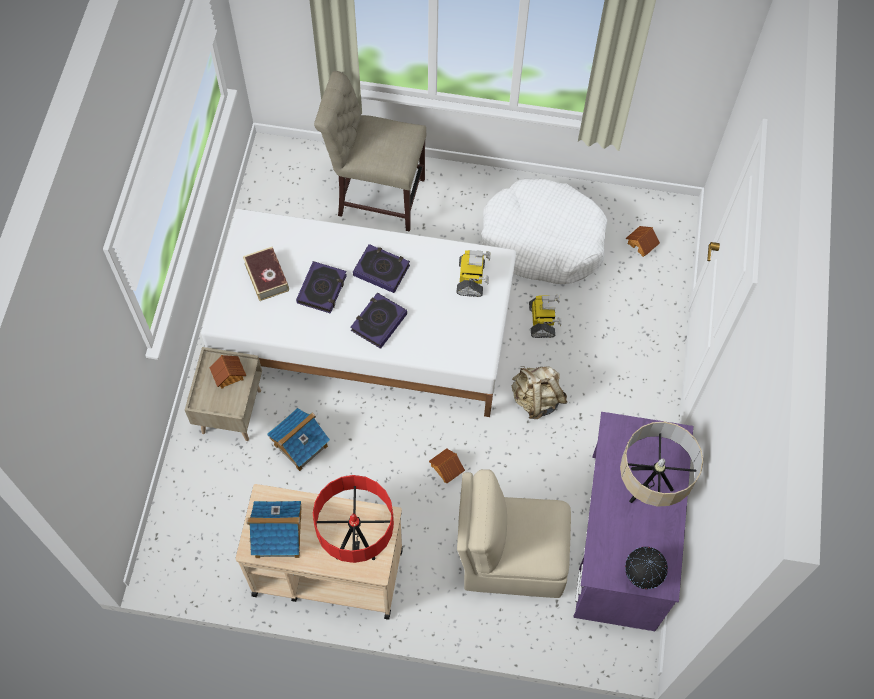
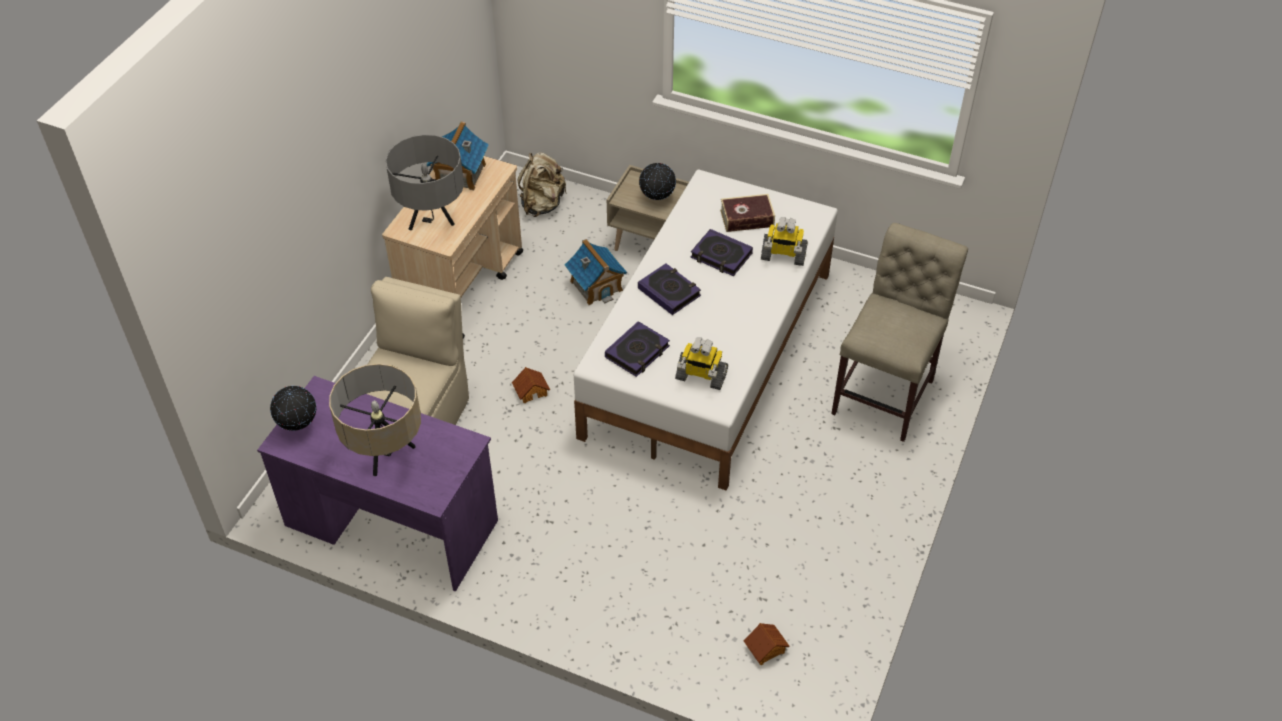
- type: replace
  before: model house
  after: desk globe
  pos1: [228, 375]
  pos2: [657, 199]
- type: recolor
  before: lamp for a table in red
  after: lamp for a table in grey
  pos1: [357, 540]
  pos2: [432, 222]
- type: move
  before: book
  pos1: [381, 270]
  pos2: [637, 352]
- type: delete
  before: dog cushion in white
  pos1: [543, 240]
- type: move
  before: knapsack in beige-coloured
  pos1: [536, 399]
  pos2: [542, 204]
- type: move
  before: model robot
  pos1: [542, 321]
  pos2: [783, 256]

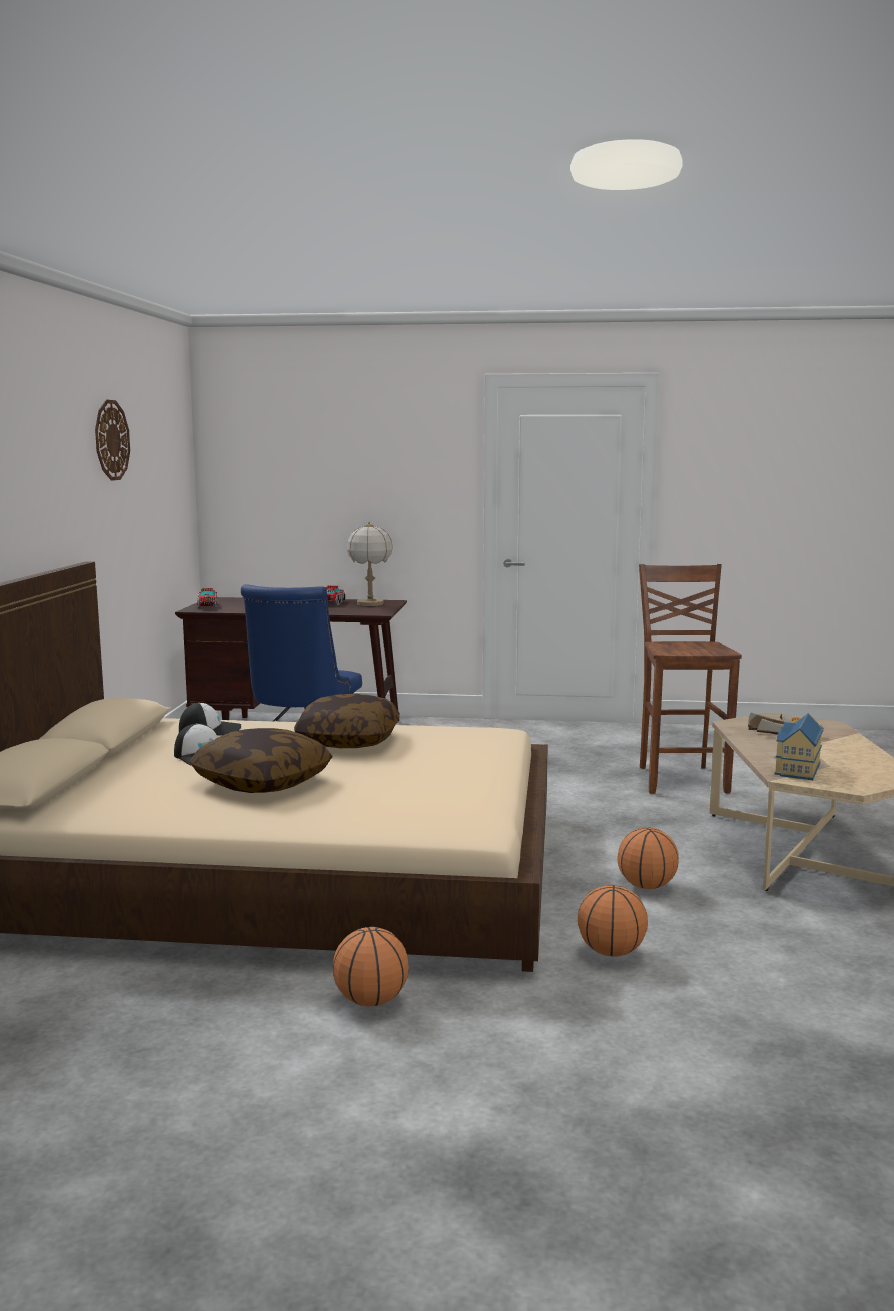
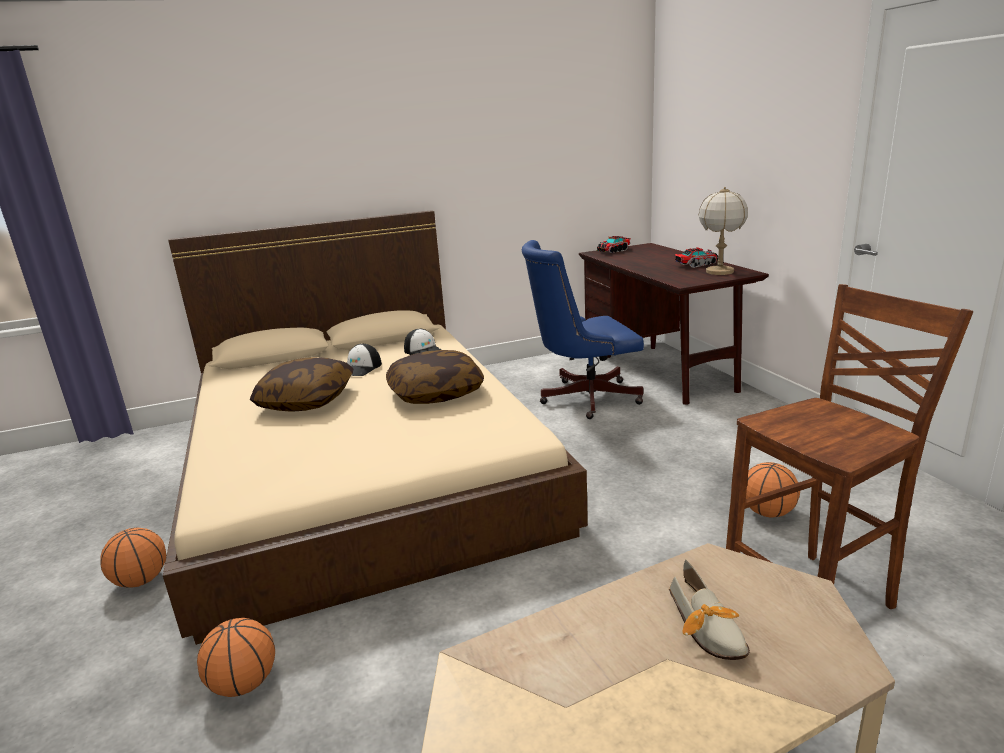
- type: delete
  before: hanging clock
  pos1: [111, 440]
- type: move
  before: basketball ball
  pos1: [646, 886]
  pos2: [767, 512]
- type: delete
  before: model house
  pos1: [796, 769]

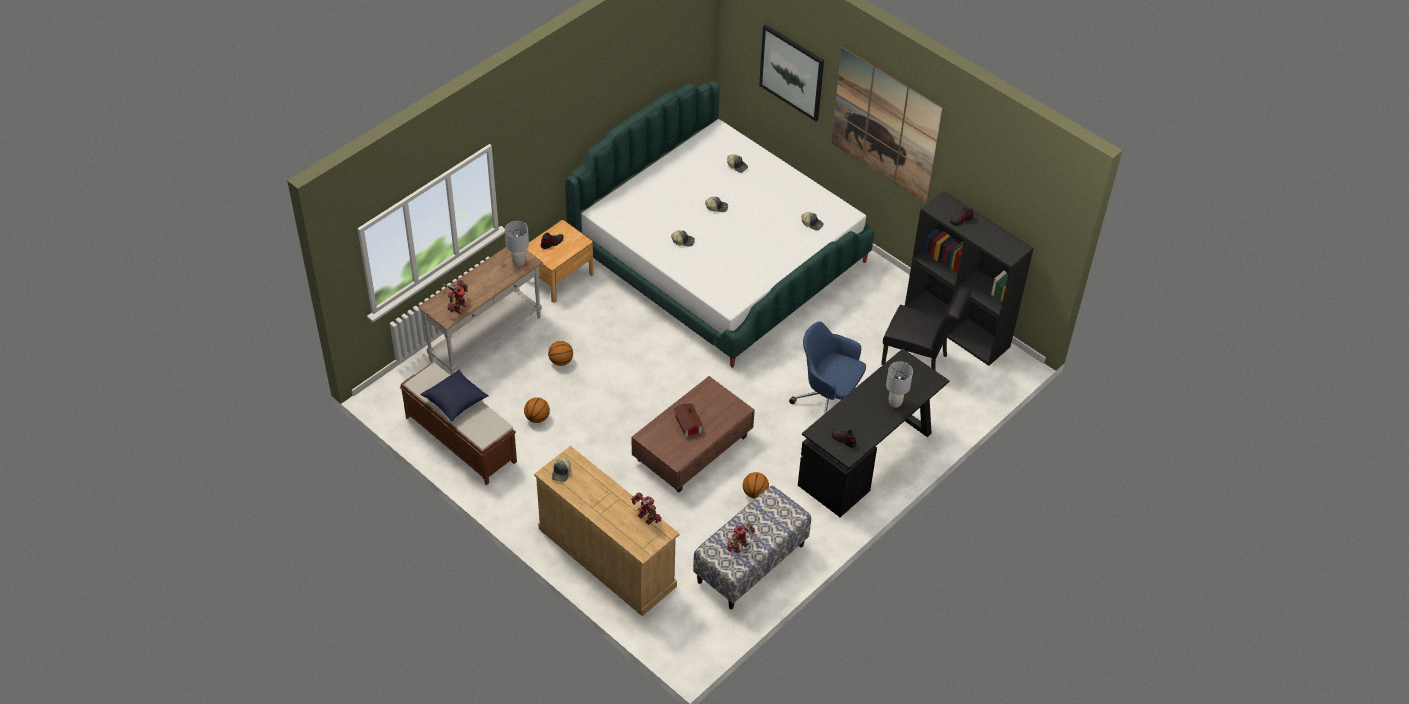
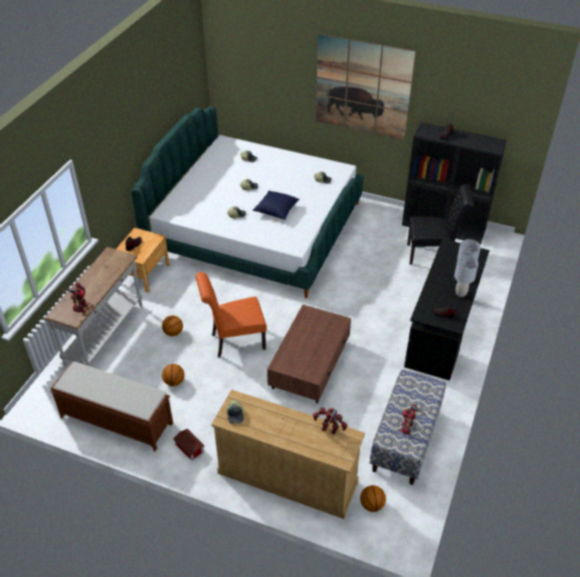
- type: move
  before: cushion in blue
  pos1: [455, 402]
  pos2: [276, 211]
- type: move
  before: lamp for a table in grey
  pos1: [518, 262]
  pos2: [460, 293]
- type: move
  before: model house
  pos1: [687, 424]
  pos2: [189, 448]
- type: move
  before: basketball ball
  pos1: [755, 493]
  pos2: [372, 505]
- type: delete
  before: wall art
  pos1: [792, 72]
- type: delete
  before: computer chair in blue
  pos1: [828, 400]
- type: insert
  after: chair in orange
  pos2: [234, 342]

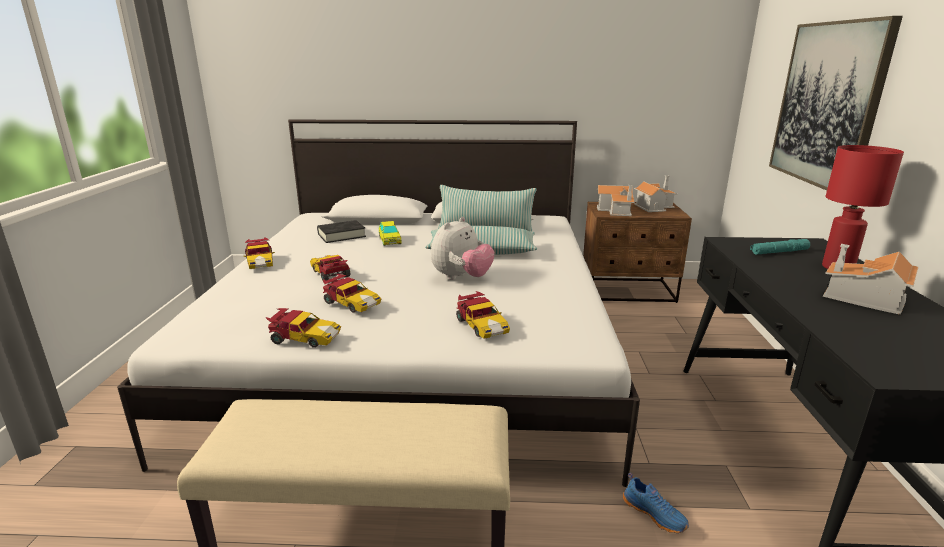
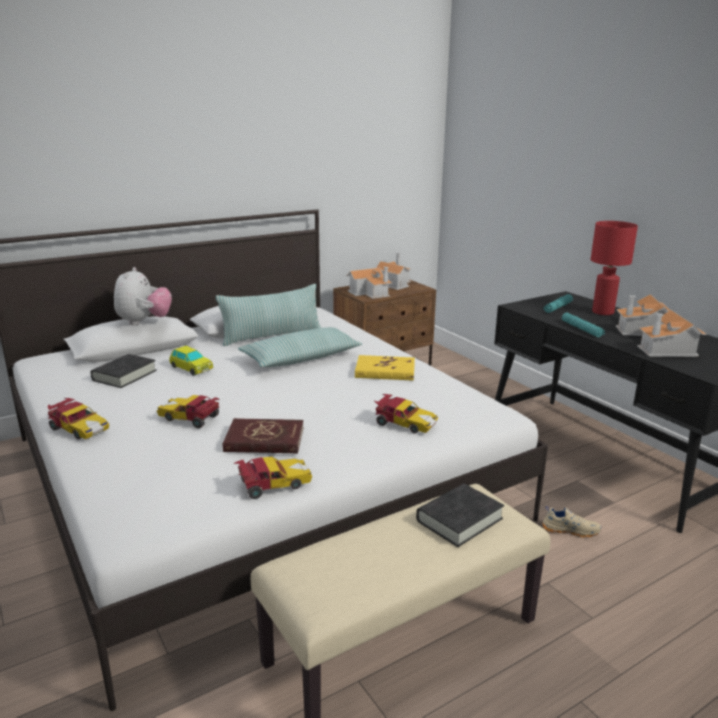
- type: replace
  before: miniature car
  after: book in red
  pos1: [351, 303]
  pos2: [264, 440]
- type: move
  before: cuddly toy
  pos1: [461, 278]
  pos2: [144, 322]
- type: recolor
  before: shoe in blue
  after: shoe in beige-coloured
  pos1: [655, 513]
  pos2: [570, 530]
- type: delete
  before: wall art
  pos1: [827, 104]
- type: insert
  after: book in yellowish
  pos2: [385, 371]
- type: insert
  after: book in black
  pos2: [459, 520]
- type: insert
  after: hand torch in turquoise-coloured
  pos2: [581, 329]
- type: insert
  after: model house
  pos2: [667, 350]

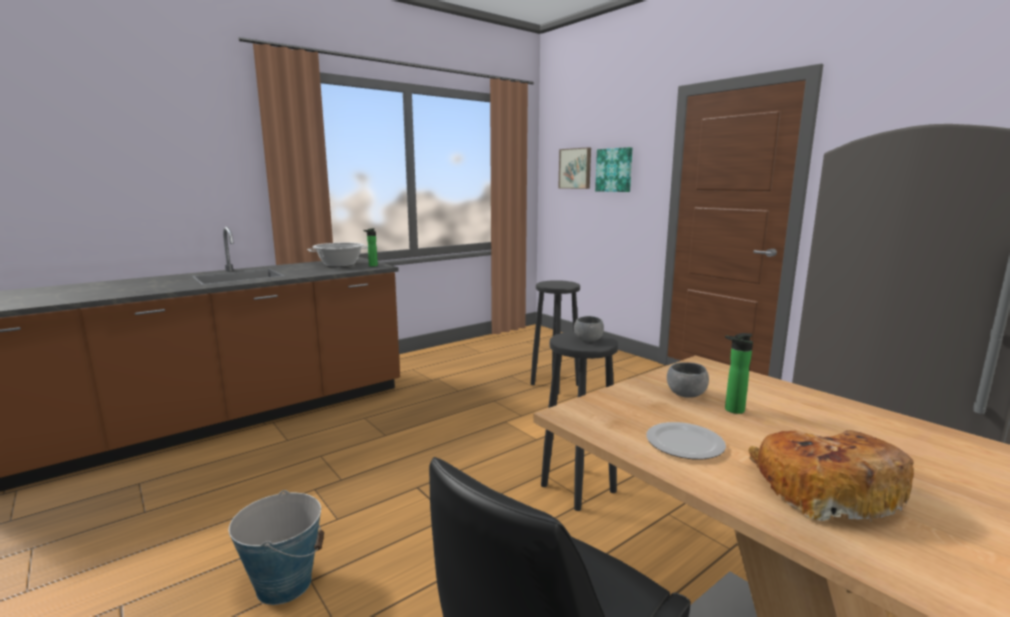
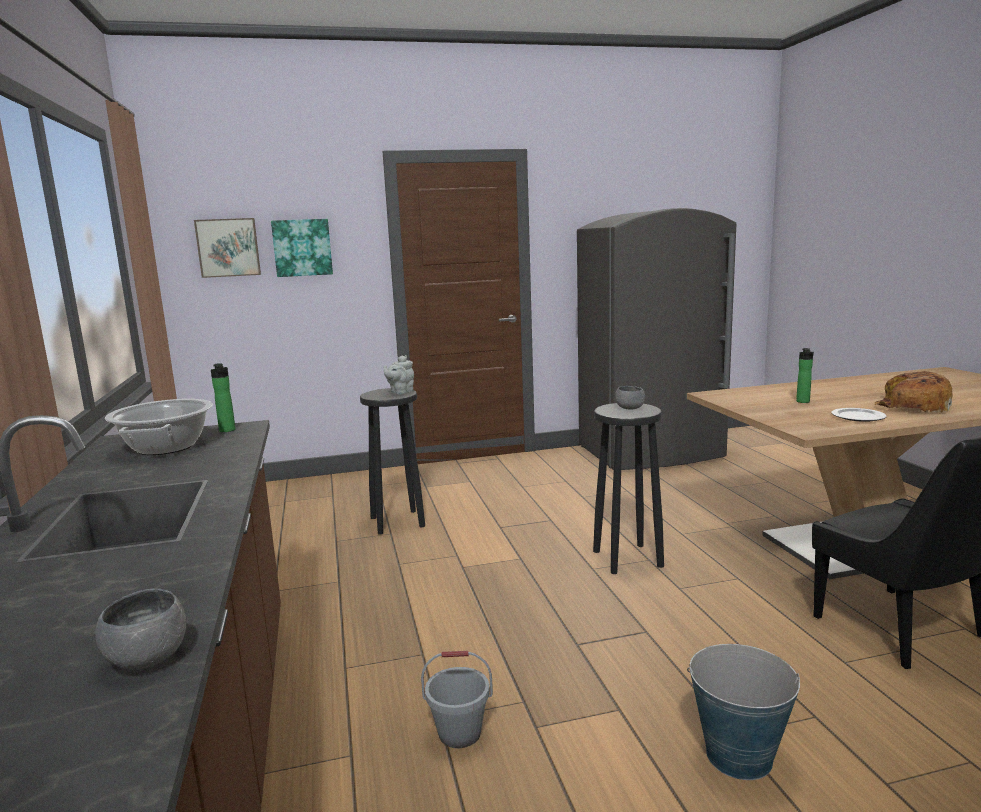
- type: move
  before: serving bowl in grey
  pos1: [686, 394]
  pos2: [147, 658]
- type: insert
  after: pot for tea in grey
  pos2: [400, 392]
- type: insert
  after: water bucket in grey
  pos2: [460, 733]

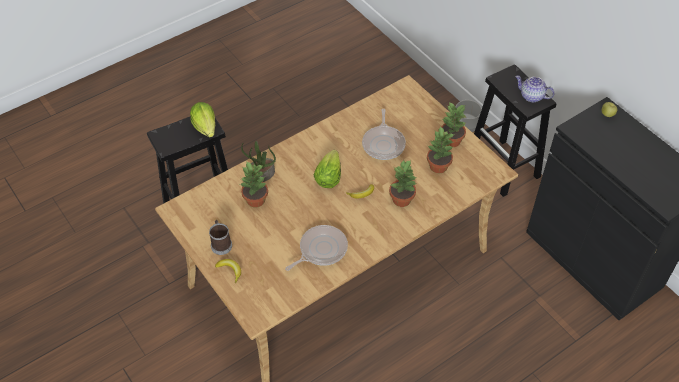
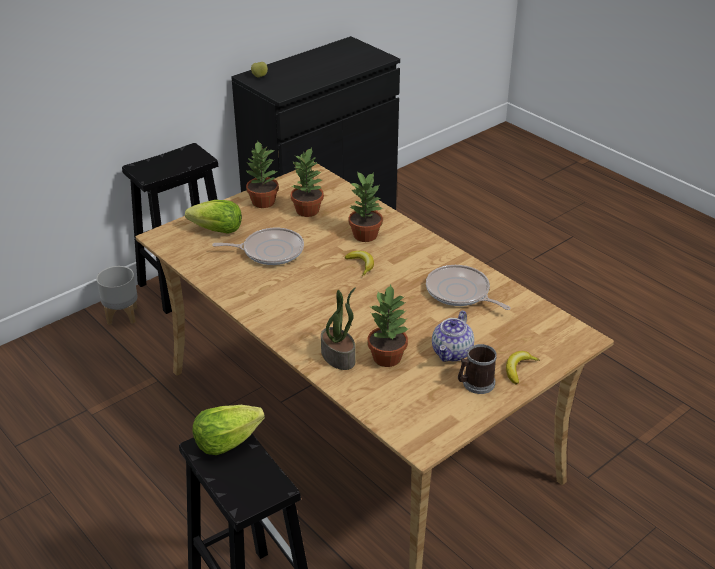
- type: move
  before: lettuce
  pos1: [328, 177]
  pos2: [217, 230]
- type: move
  before: pot for tea
  pos1: [531, 96]
  pos2: [452, 353]

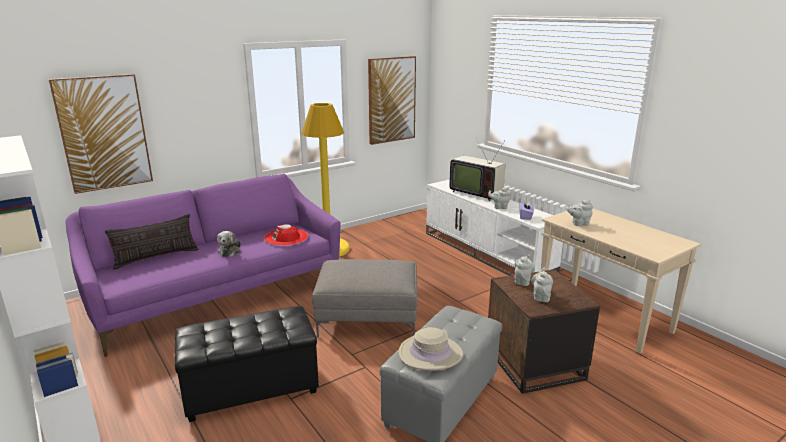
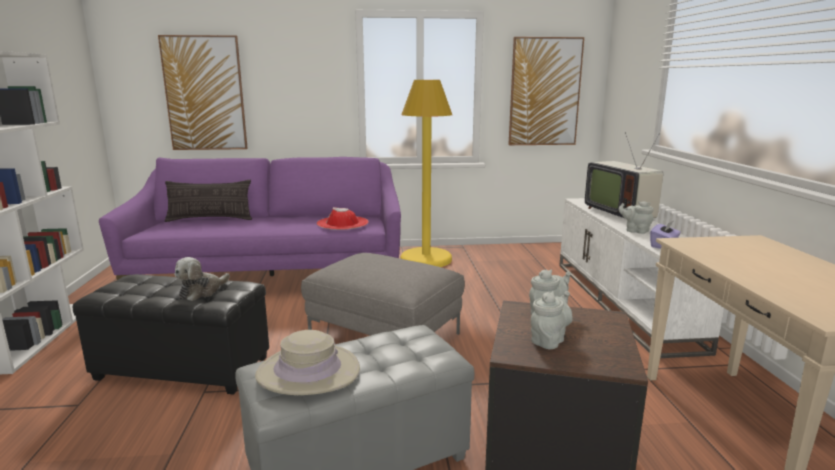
- type: move
  before: cuddly toy
  pos1: [230, 251]
  pos2: [202, 291]
- type: delete
  before: pot for tea in grey
  pos1: [579, 223]

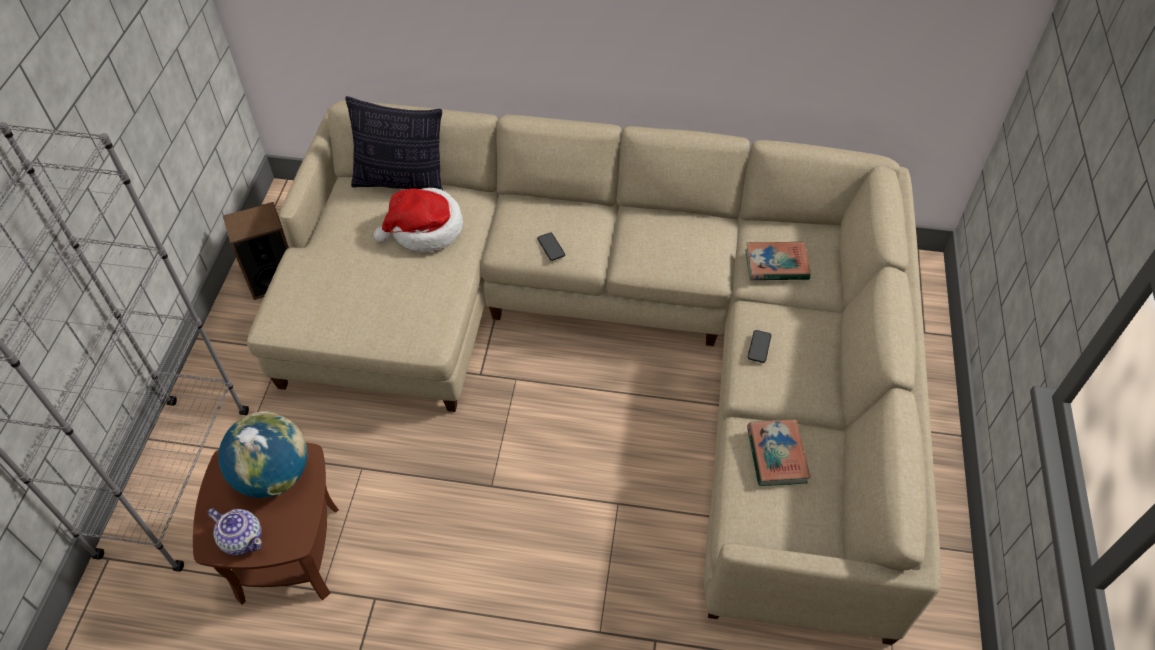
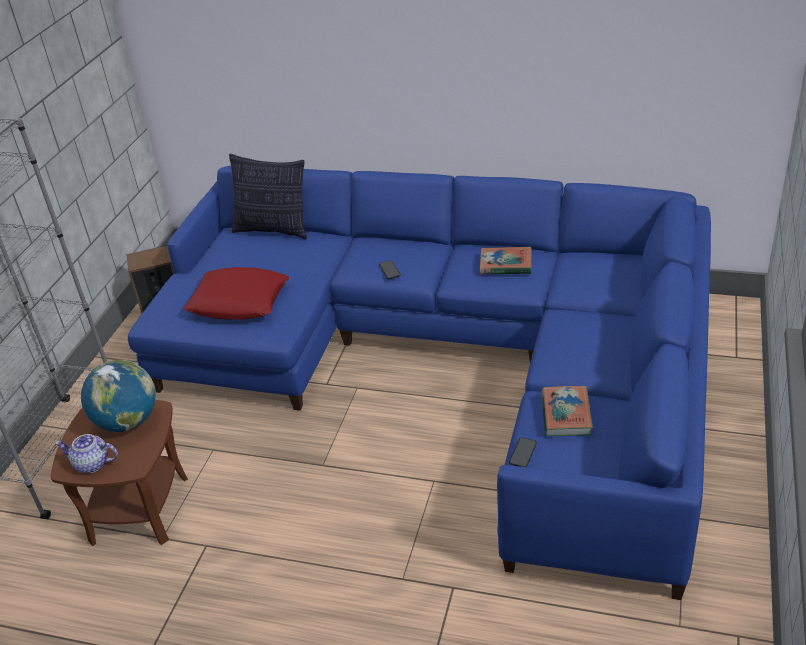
- type: rotate
  before: pot for tea
  pos1: [242, 538]
  pos2: [92, 464]
  turn: 150
- type: recolor
  before: couch in beige-coloured
  after: couch in blue
  pos1: [618, 341]
  pos2: [452, 361]
- type: delete
  before: clothing hat
  pos1: [424, 229]
- type: move
  before: book
  pos1: [776, 265]
  pos2: [505, 264]
- type: move
  before: phone
  pos1: [759, 347]
  pos2: [523, 453]
- type: insert
  after: cushion in red
  pos2: [239, 301]

